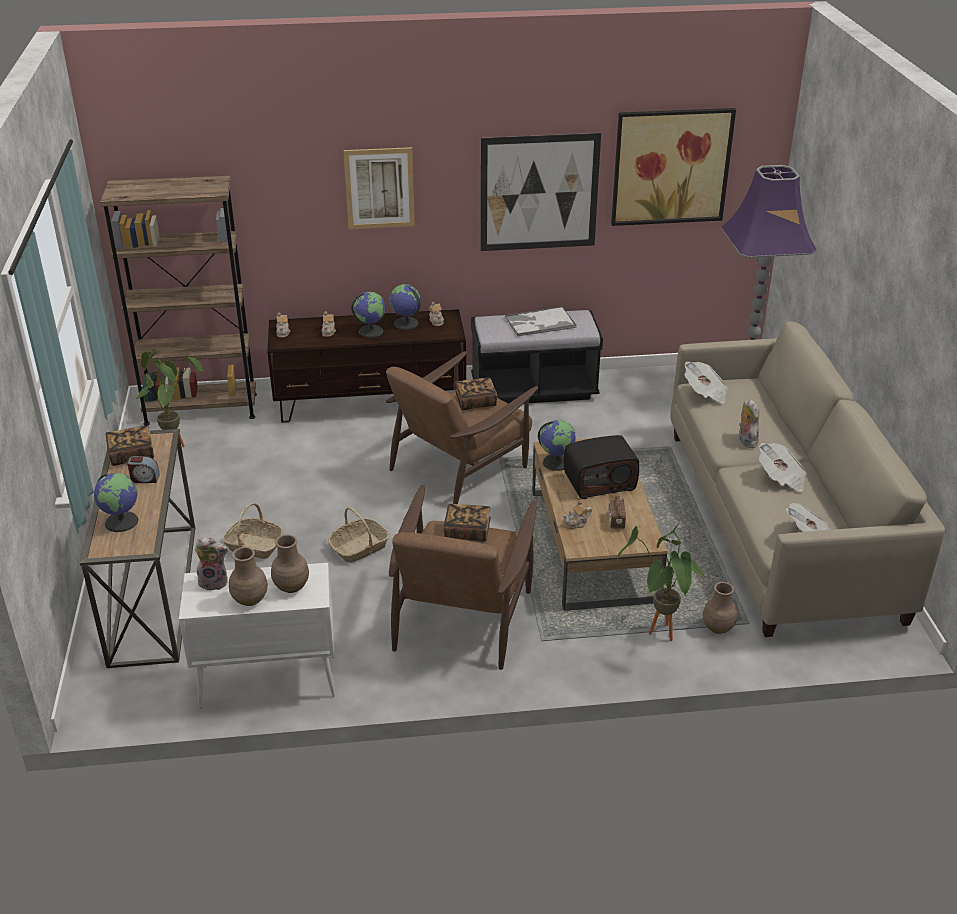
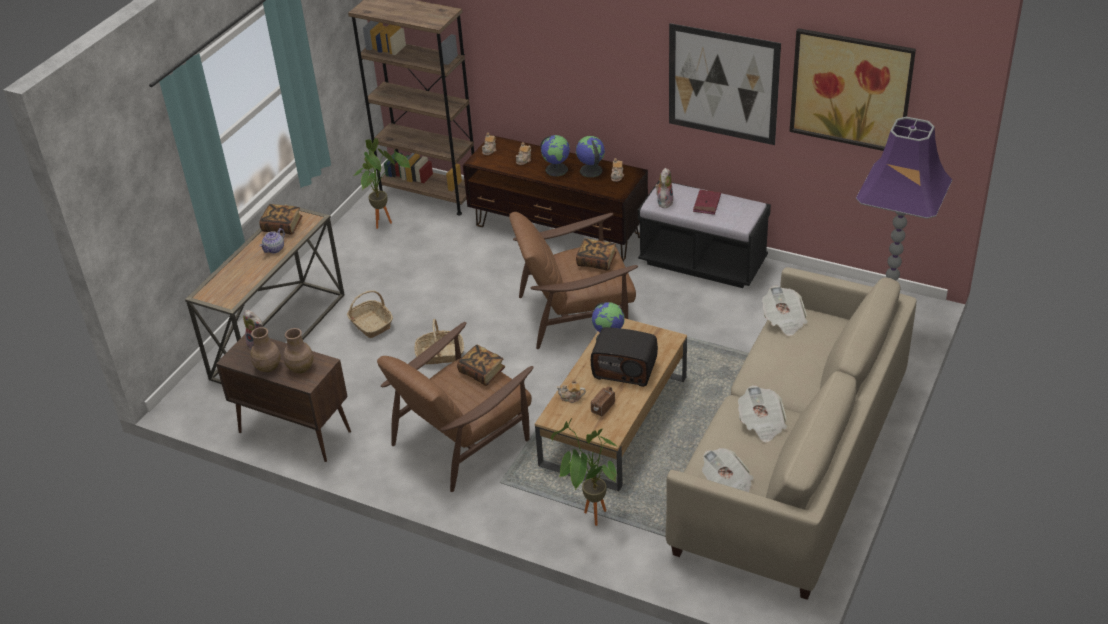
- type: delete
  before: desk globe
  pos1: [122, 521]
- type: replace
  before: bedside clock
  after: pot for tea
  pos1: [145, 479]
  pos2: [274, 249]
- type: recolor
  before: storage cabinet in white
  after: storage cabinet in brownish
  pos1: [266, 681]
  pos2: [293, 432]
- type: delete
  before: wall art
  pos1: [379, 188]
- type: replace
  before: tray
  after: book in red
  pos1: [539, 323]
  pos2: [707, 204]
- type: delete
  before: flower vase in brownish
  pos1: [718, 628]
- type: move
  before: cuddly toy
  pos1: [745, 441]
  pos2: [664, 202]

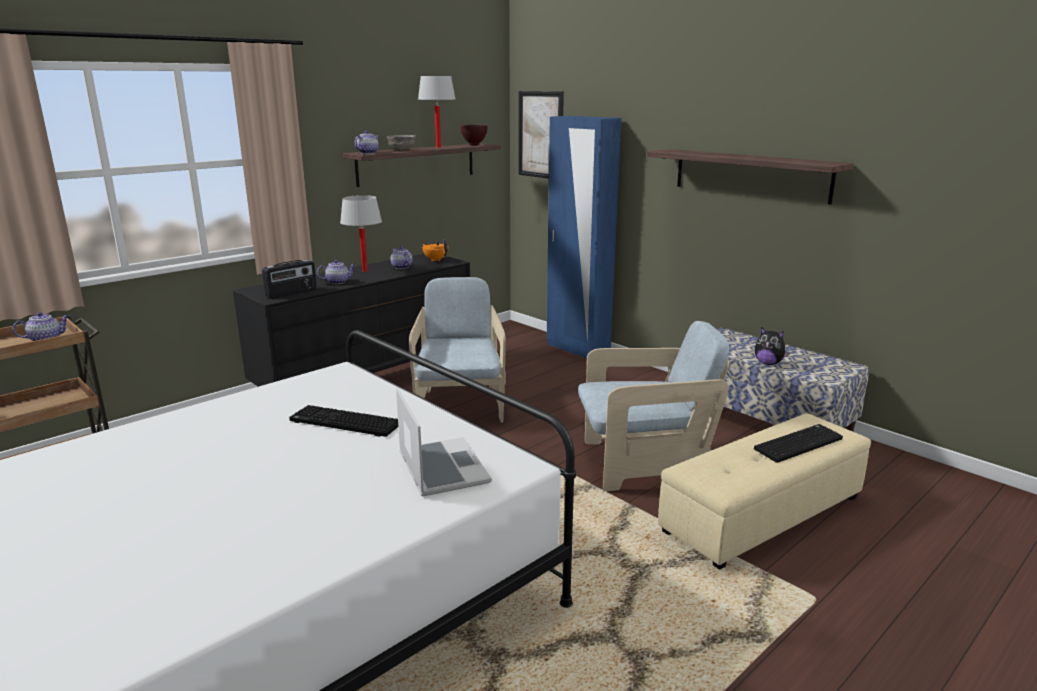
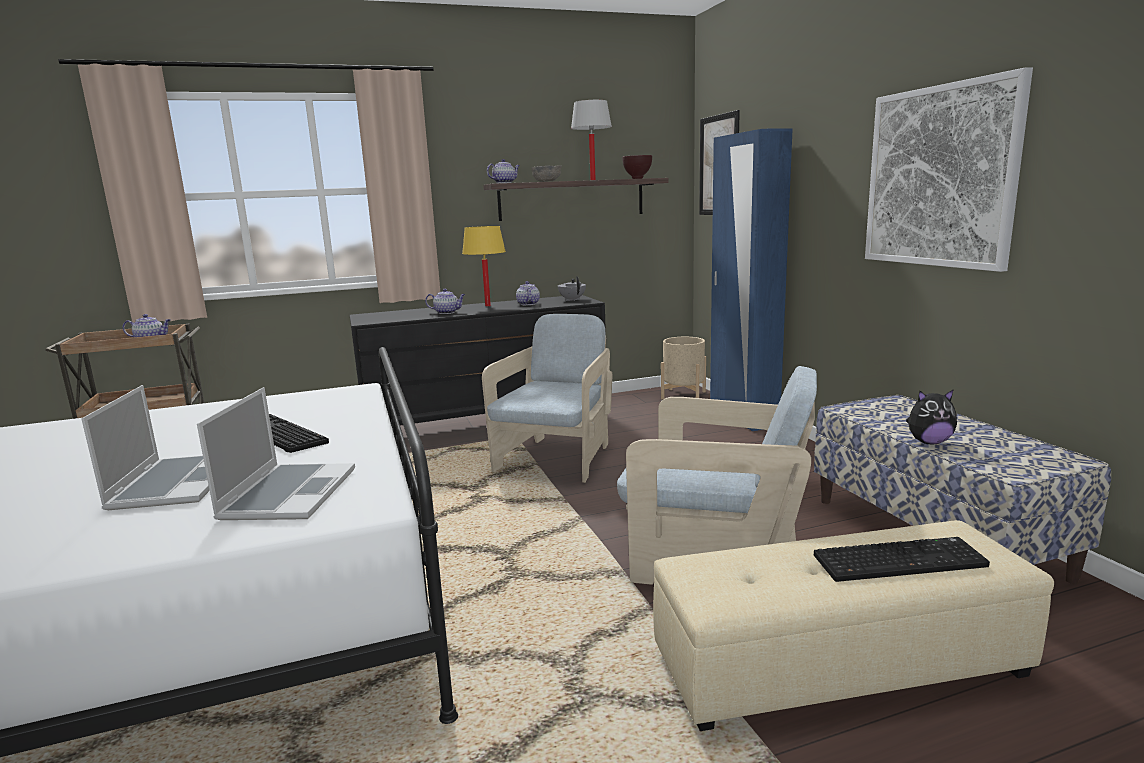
- type: delete
  before: radio
  pos1: [291, 293]
- type: recolor
  before: lamp for a table in white
  after: lamp for a table in yellowish
  pos1: [364, 271]
  pos2: [488, 306]
- type: recolor
  before: pot for tea in orange
  after: pot for tea in grey
  pos1: [435, 260]
  pos2: [572, 300]
- type: replace
  before: bracket shelf
  after: wall art
  pos1: [750, 175]
  pos2: [939, 177]
- type: rotate
  before: cuddly toy
  pos1: [768, 363]
  pos2: [928, 442]
  turn: -60
- type: insert
  after: laptop
  pos2: [175, 483]
- type: insert
  after: planter in beige-coloured
  pos2: [683, 395]

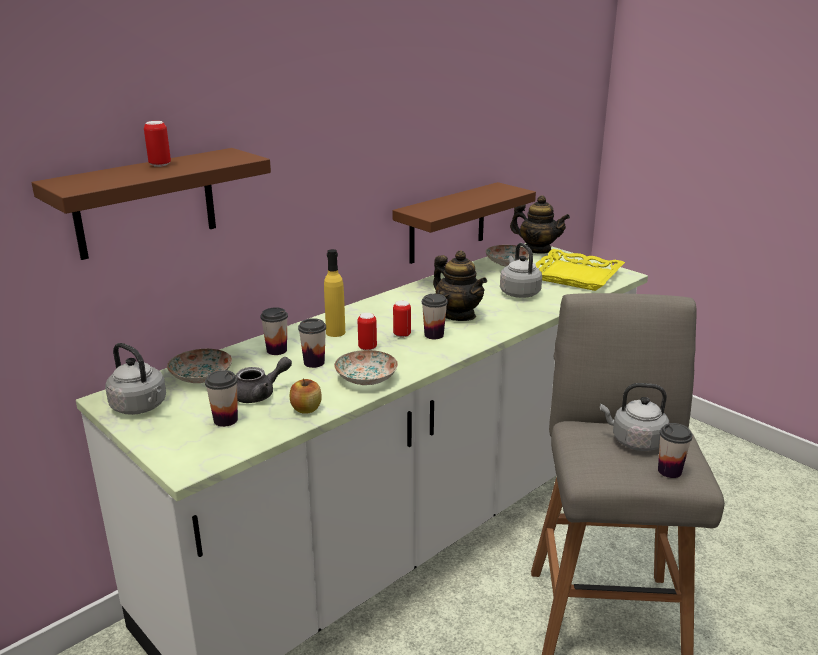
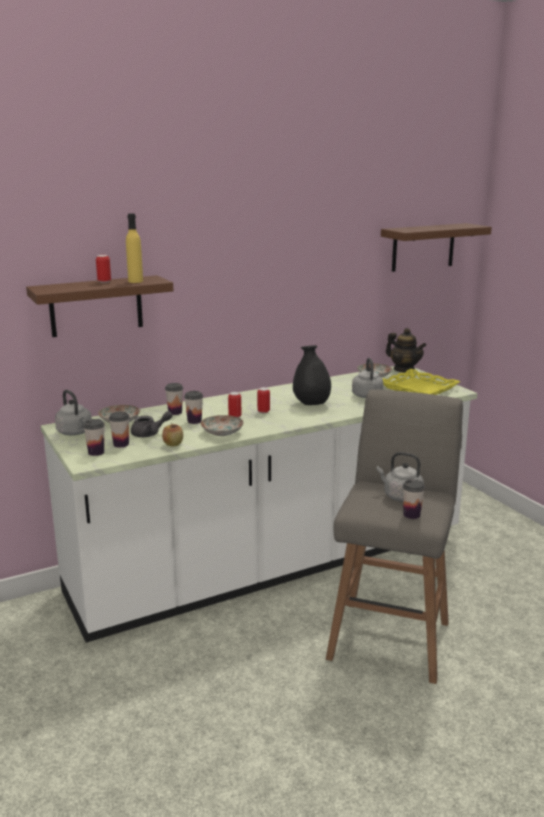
- type: move
  before: bottle in yellowish
  pos1: [335, 332]
  pos2: [135, 281]
- type: move
  before: bracket shelf in brownish
  pos1: [447, 223]
  pos2: [423, 247]
- type: move
  before: cup
  pos1: [434, 335]
  pos2: [96, 452]
- type: replace
  before: pot for tea
  after: flower vase in black
  pos1: [458, 315]
  pos2: [311, 404]

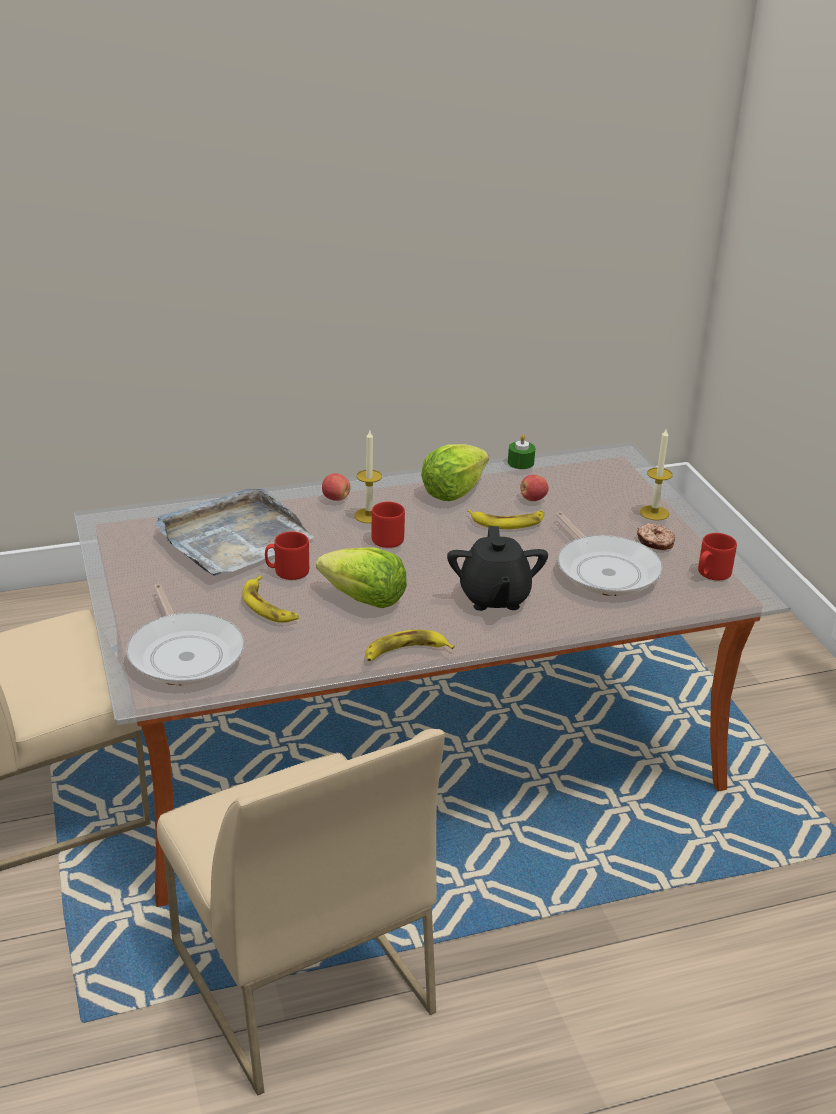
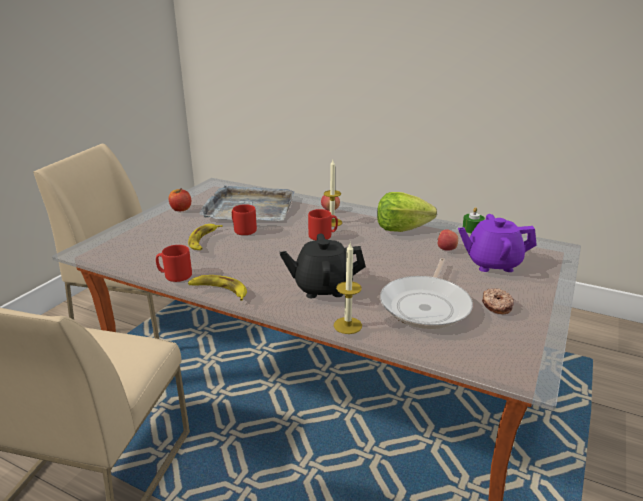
- type: delete
  before: frying pan
  pos1: [185, 653]
- type: delete
  before: lettuce
  pos1: [364, 599]
- type: rotate
  before: pot for tea in black
  pos1: [494, 597]
  pos2: [323, 288]
  turn: 45
- type: delete
  before: banana
  pos1: [507, 522]
- type: move
  before: wax light
  pos1: [654, 513]
  pos2: [347, 325]
- type: move
  before: coffee mug in red
  pos1: [711, 573]
  pos2: [175, 275]
- type: insert
  after: apple fruit
  pos2: [181, 209]
- type: insert
  after: pot for tea in purple
  pos2: [492, 263]

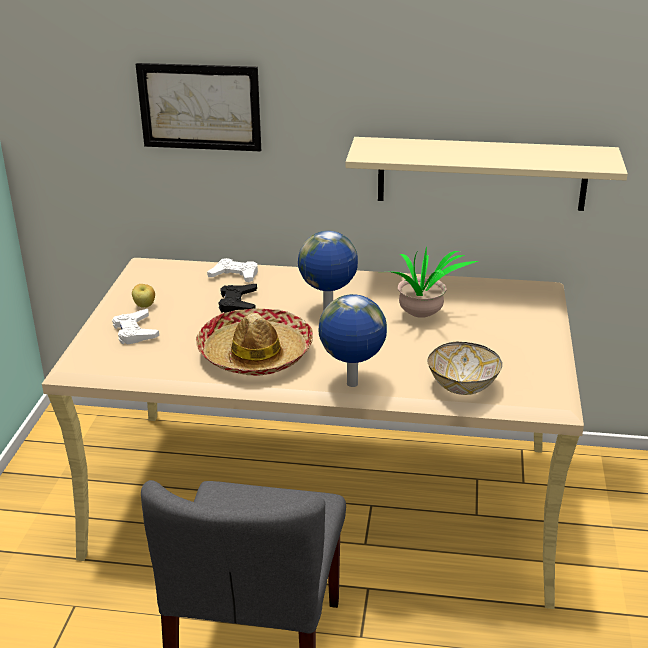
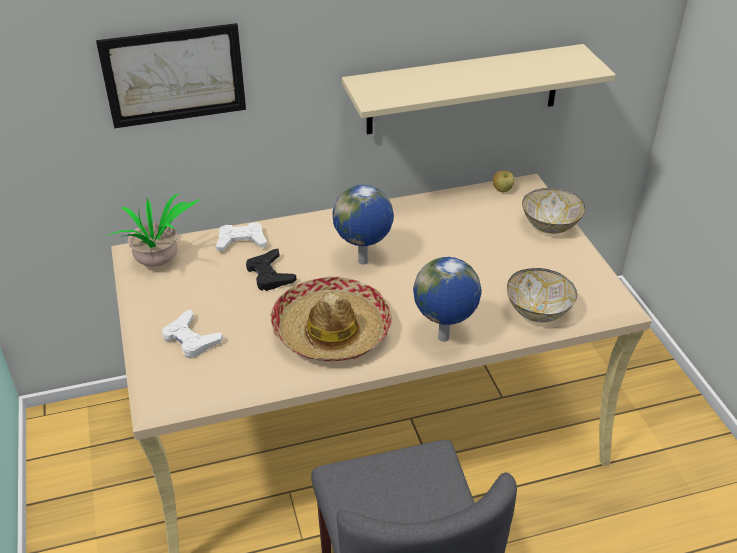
- type: move
  before: apple fruit
  pos1: [144, 306]
  pos2: [502, 190]
- type: move
  before: plant in a pot
  pos1: [422, 317]
  pos2: [160, 264]
- type: insert
  after: serving bowl
  pos2: [549, 226]

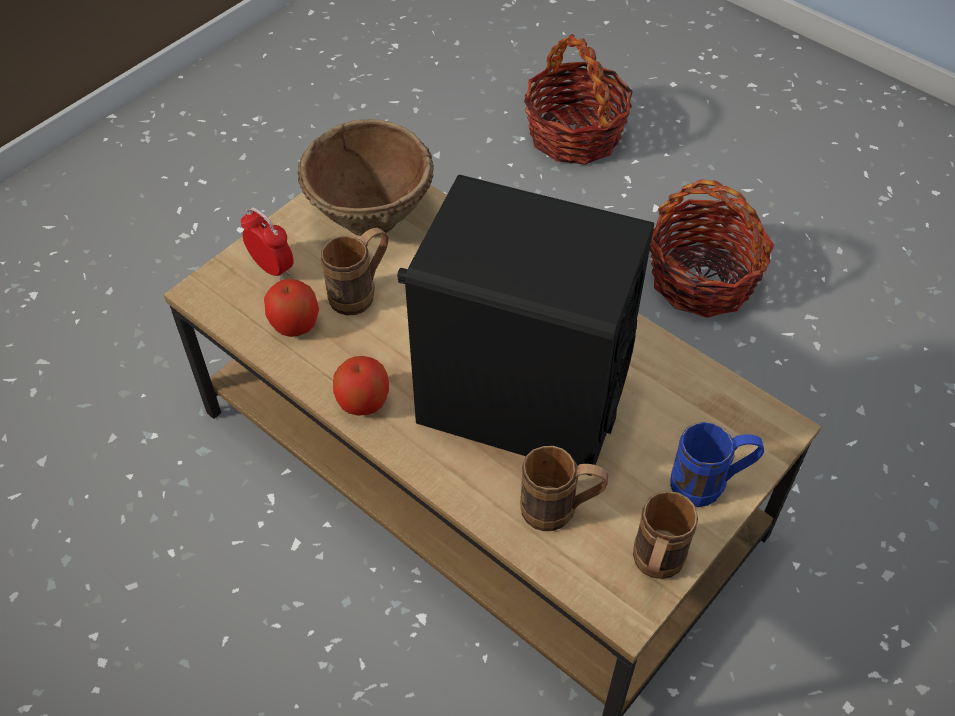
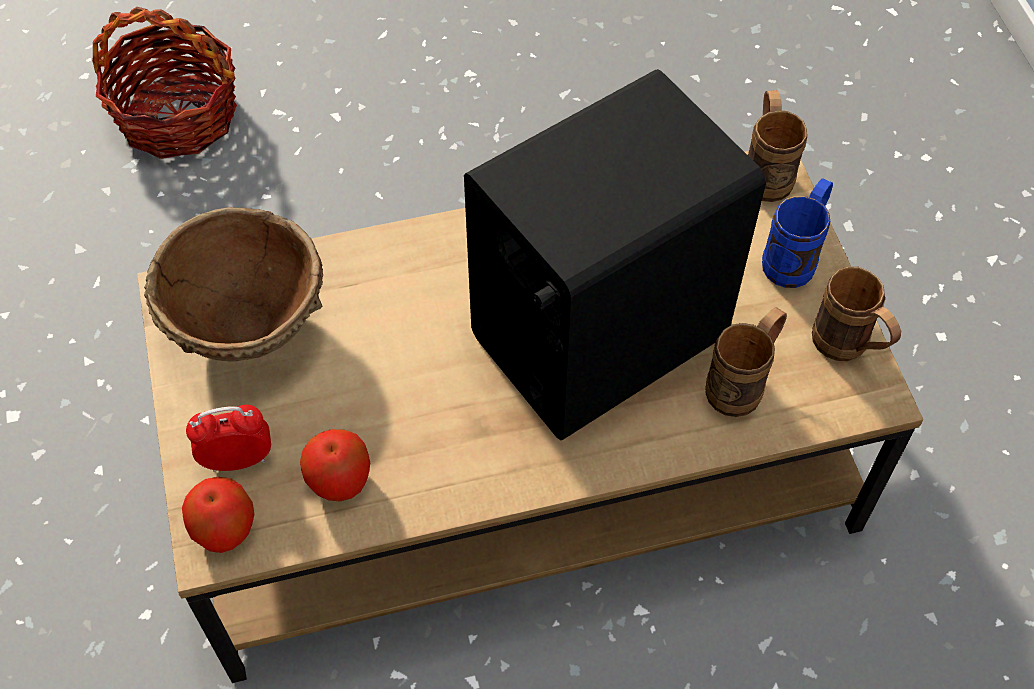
- type: move
  before: coffee mug in brownish
  pos1: [361, 293]
  pos2: [766, 171]
- type: move
  before: apple fruit
  pos1: [363, 402]
  pos2: [224, 530]
- type: delete
  before: household basket
  pos1: [702, 279]

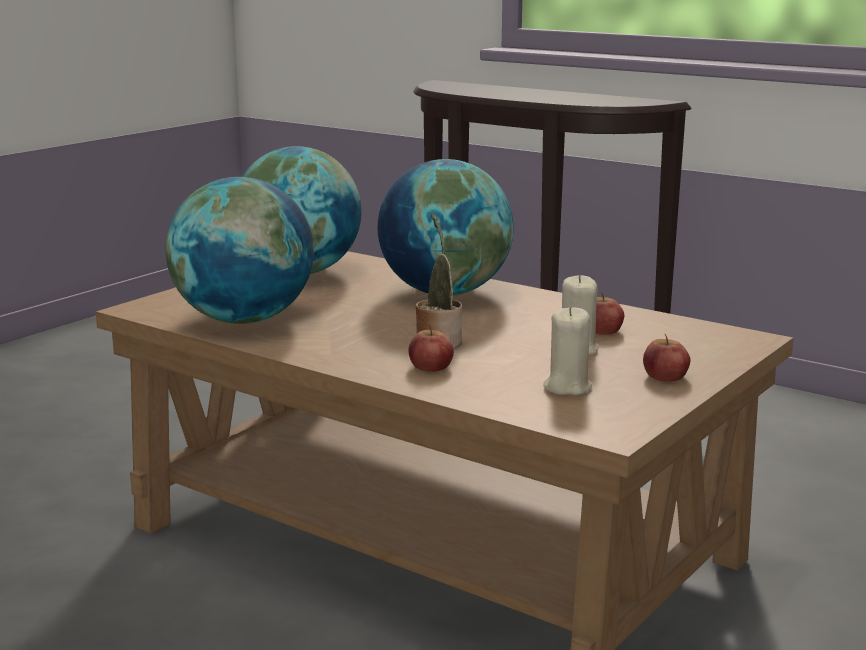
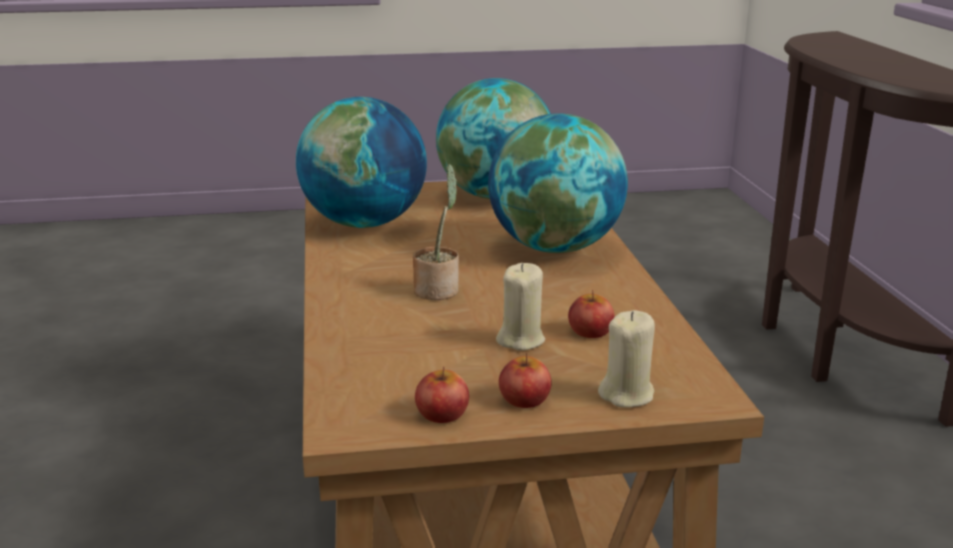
- type: move
  before: apple fruit
  pos1: [430, 366]
  pos2: [442, 413]
- type: move
  before: wax light in beige-coloured
  pos1: [567, 387]
  pos2: [627, 395]

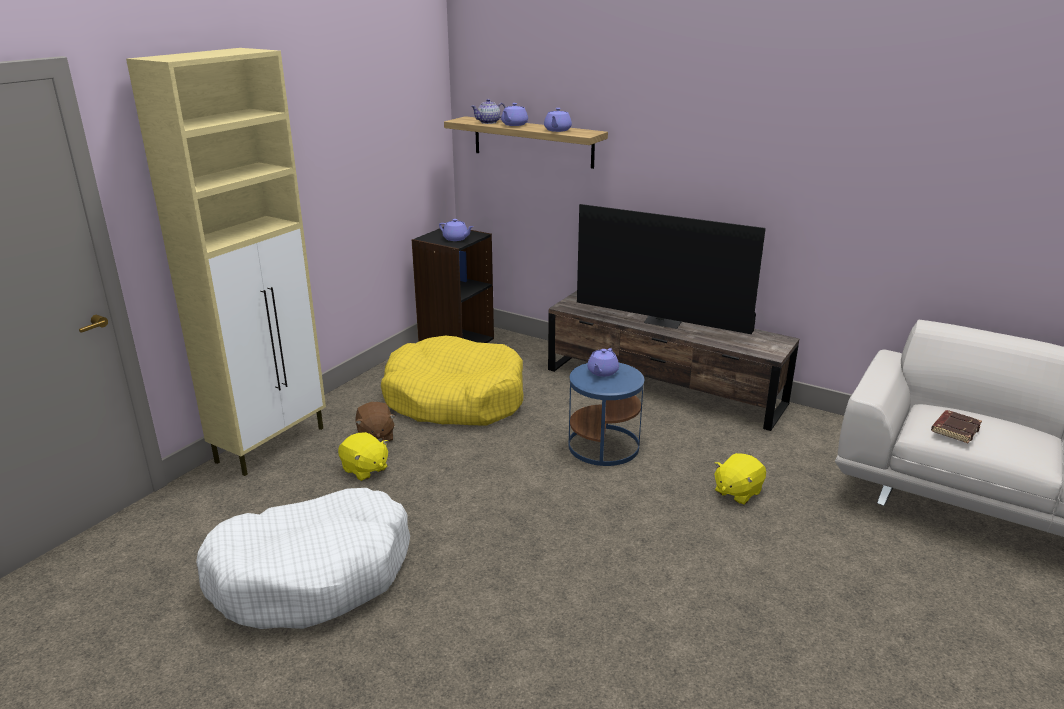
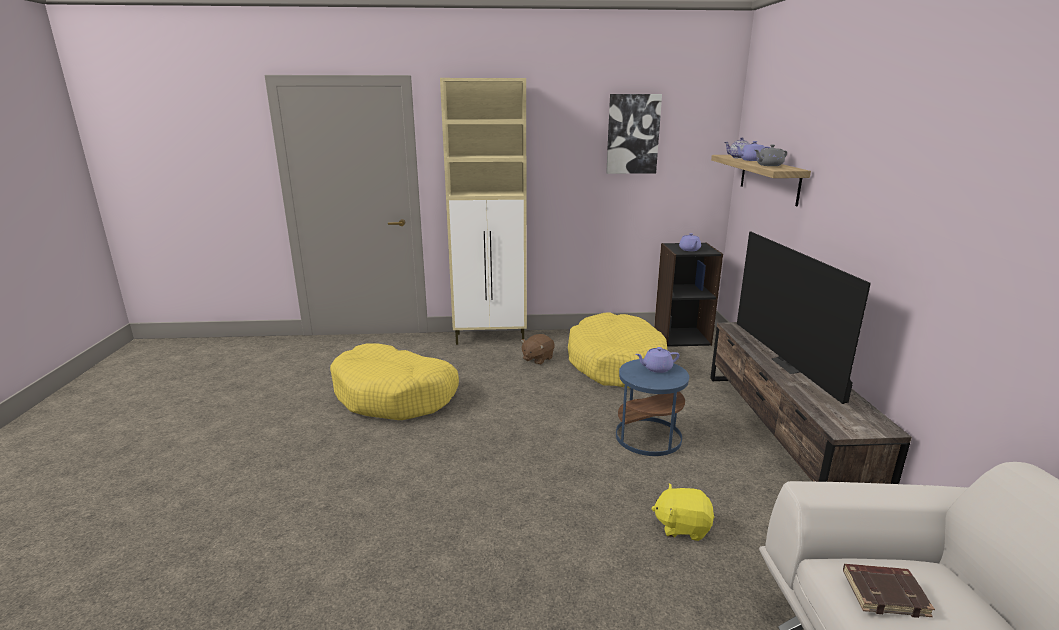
- type: recolor
  before: dog cushion in white
  after: dog cushion in yellowish
  pos1: [312, 574]
  pos2: [395, 396]
- type: delete
  before: cuddly toy in yellowish
  pos1: [365, 469]
- type: recolor
  before: pot for tea in purple
  after: pot for tea in grey
  pos1: [557, 130]
  pos2: [768, 165]
- type: insert
  after: wall art
  pos2: [633, 134]

